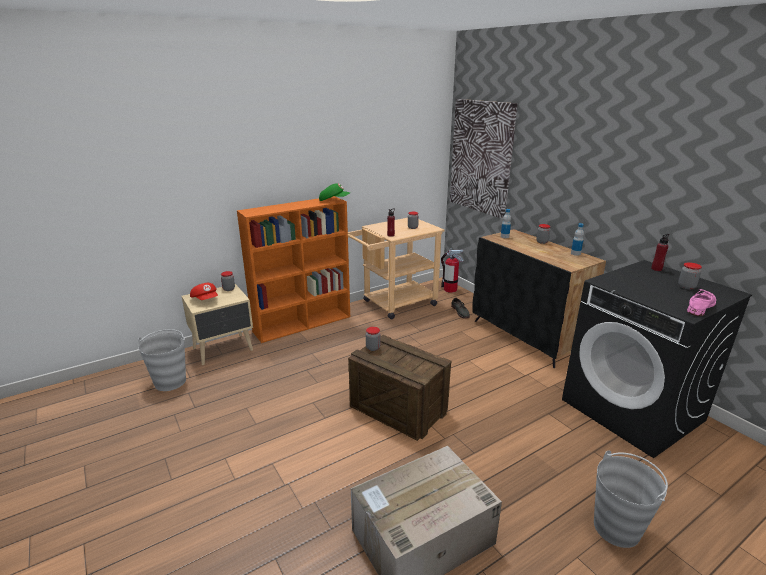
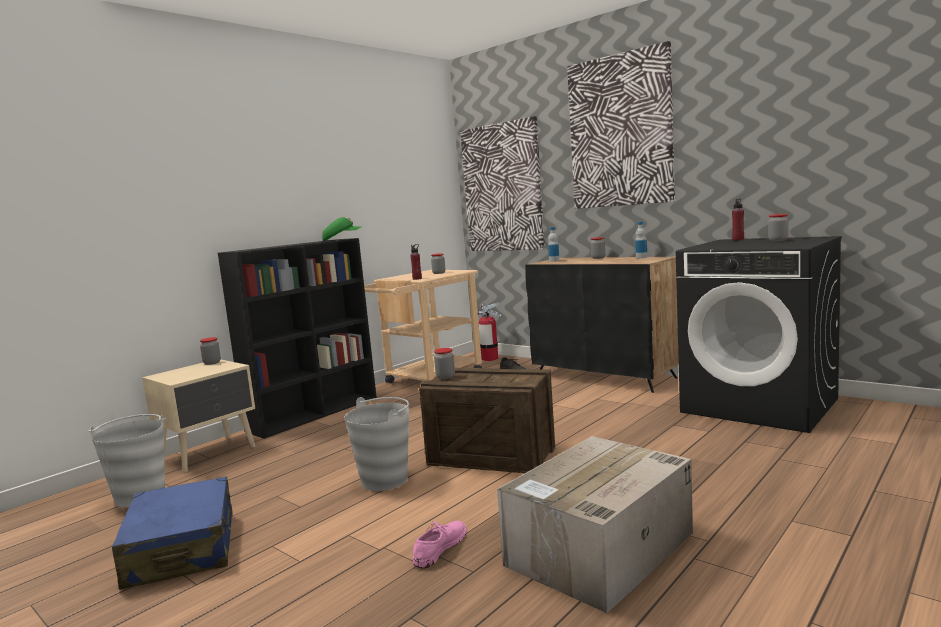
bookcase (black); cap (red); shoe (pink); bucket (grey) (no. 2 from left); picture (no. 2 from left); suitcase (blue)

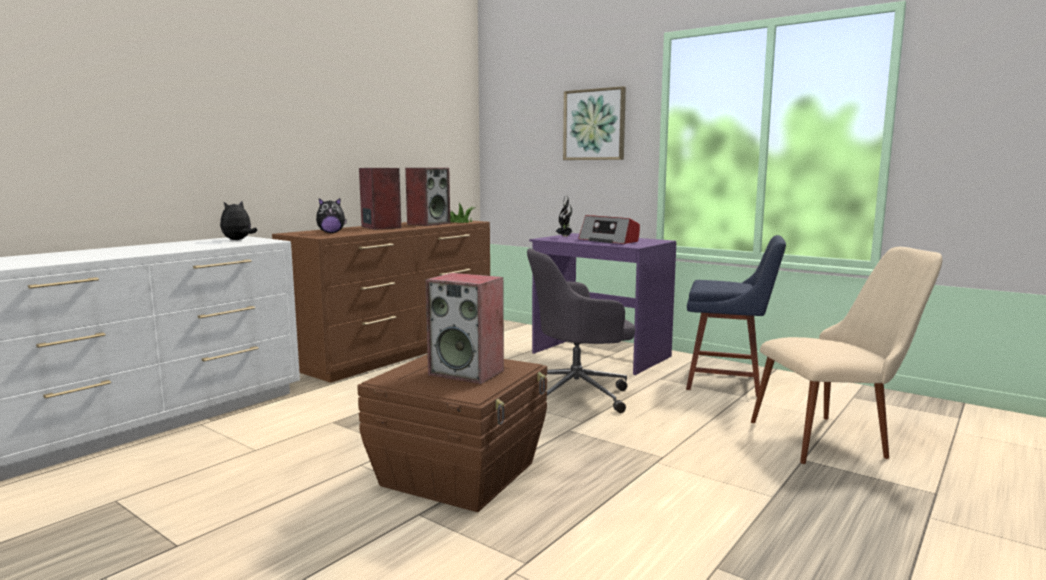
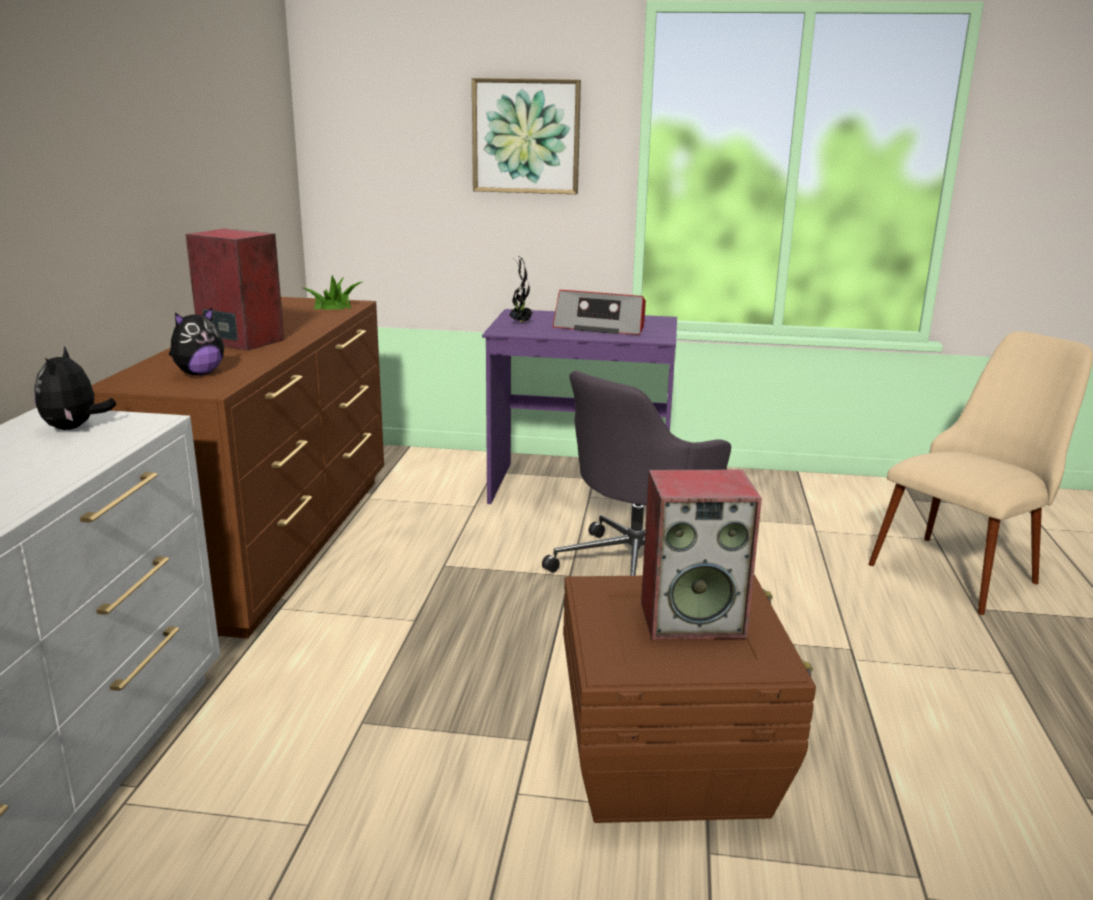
speaker (no. 2 from left in the first image); chair (blue)

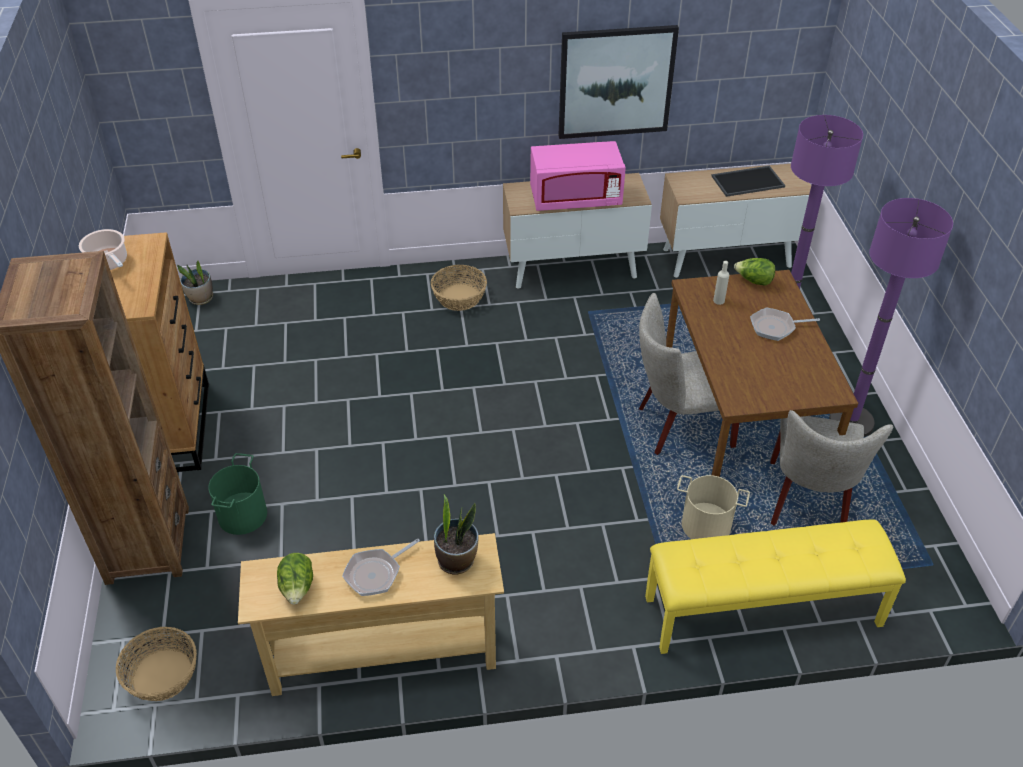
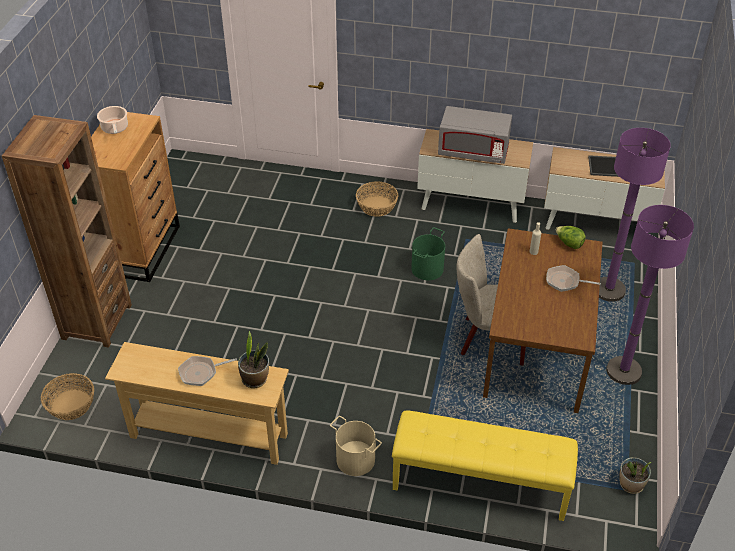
picture; microwave (grey); potted plant (no. 2 from left); chair (beige) (no. 2 from left in the first image); bucket (green); bucket (beige); lettuce (no. 1 from left in the first image)

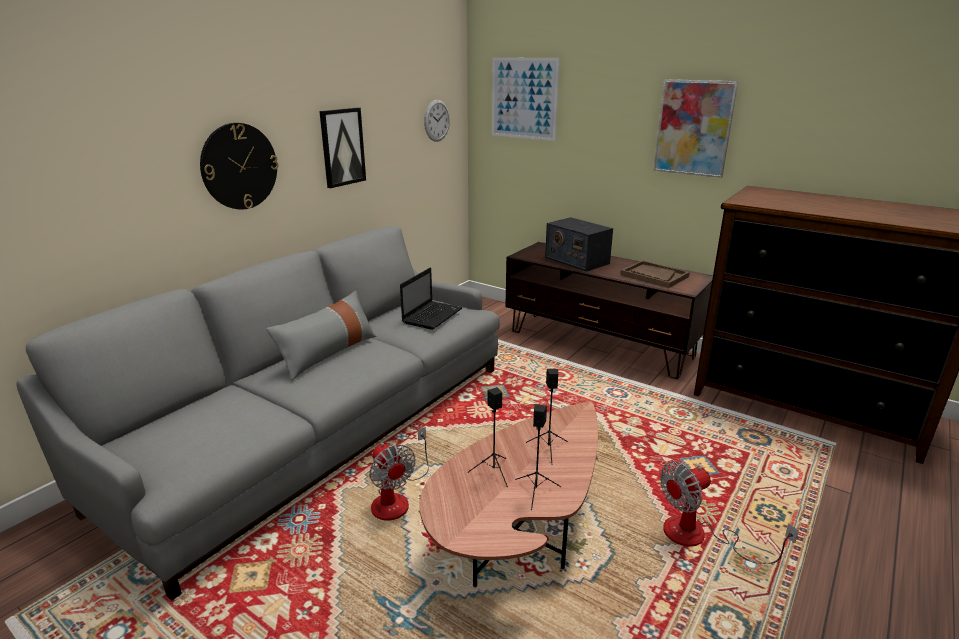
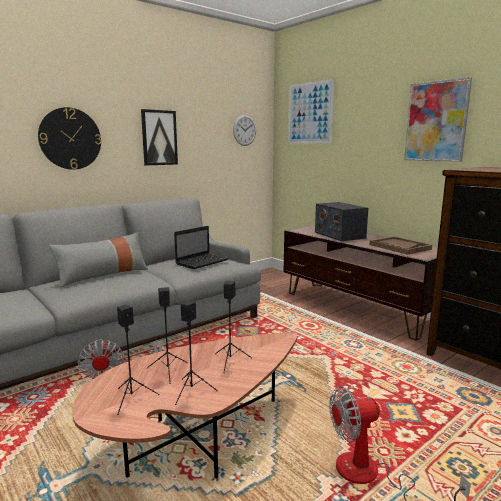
speaker (black) (no. 1 from left)

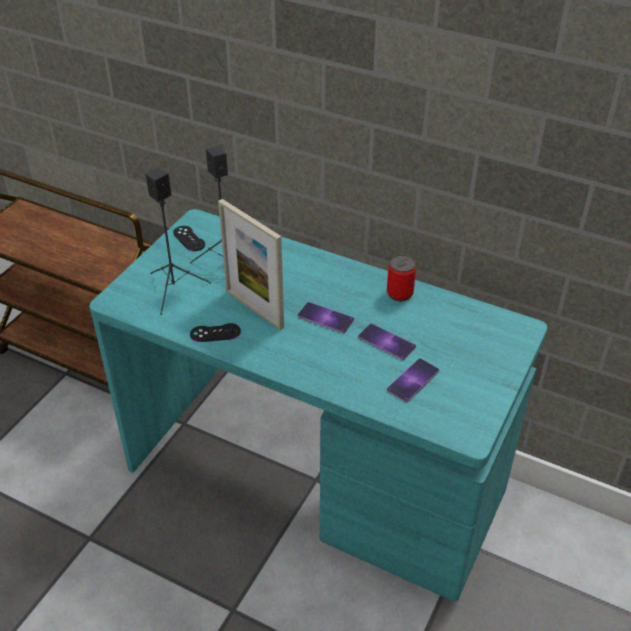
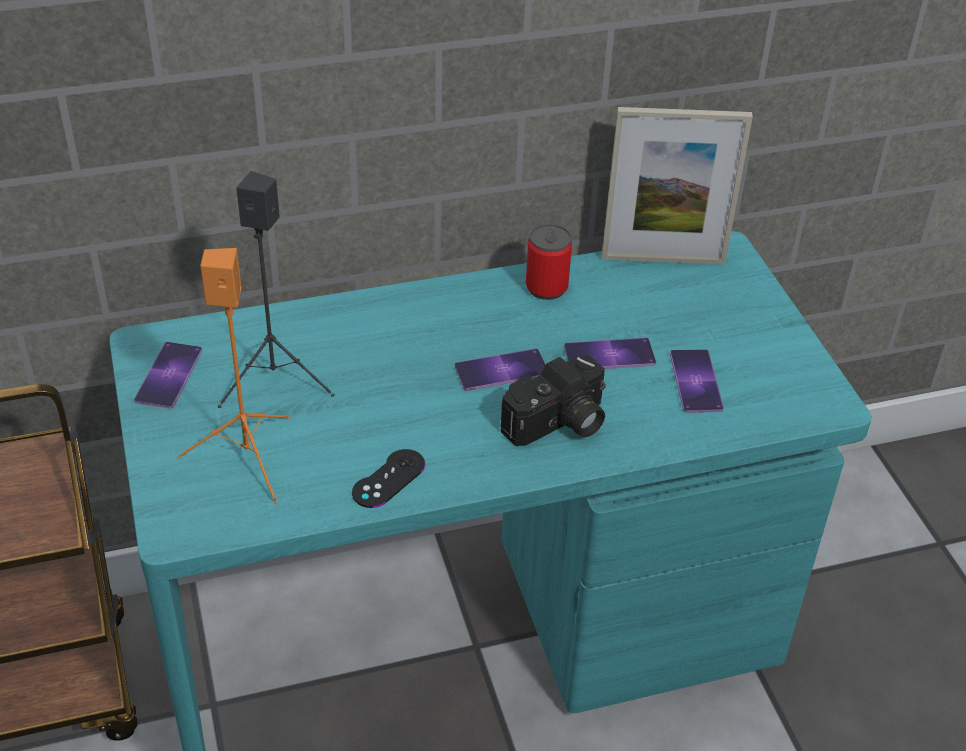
speaker (orange); picture frame; phone (no. 1 from left); photo camera

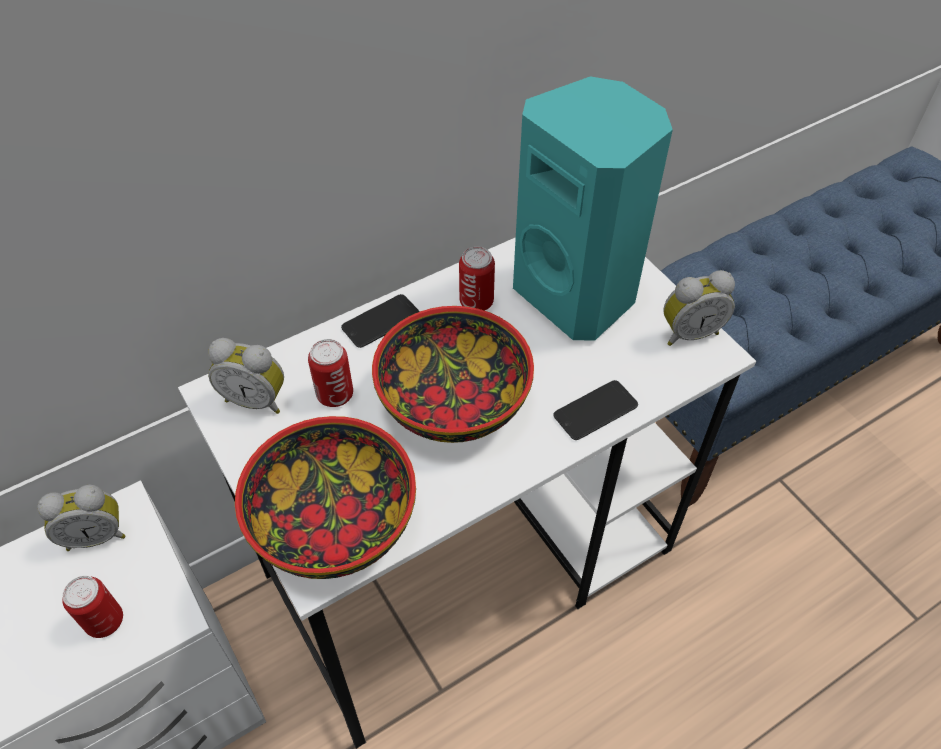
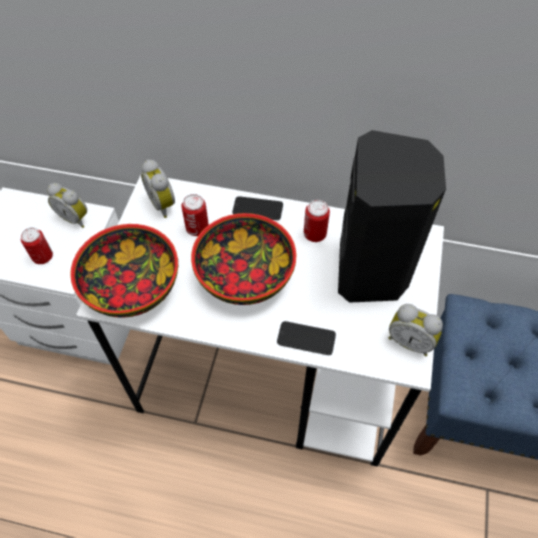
speaker (black)

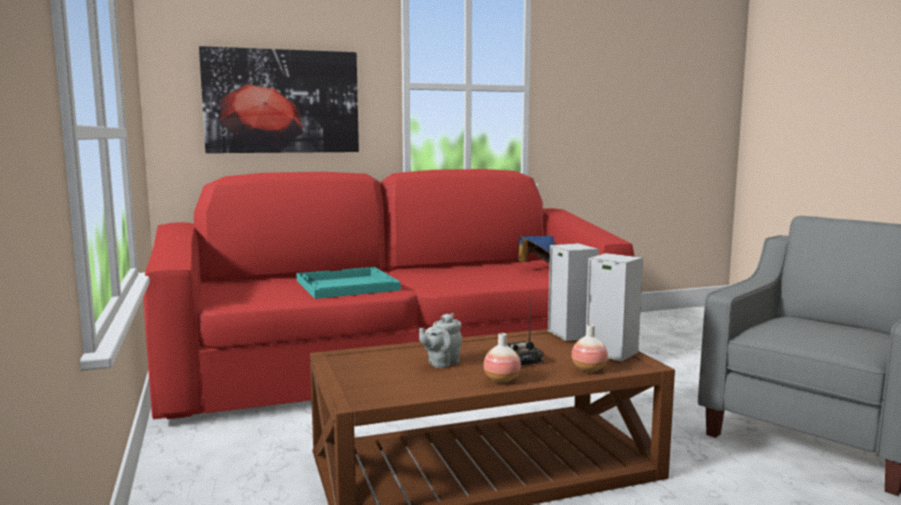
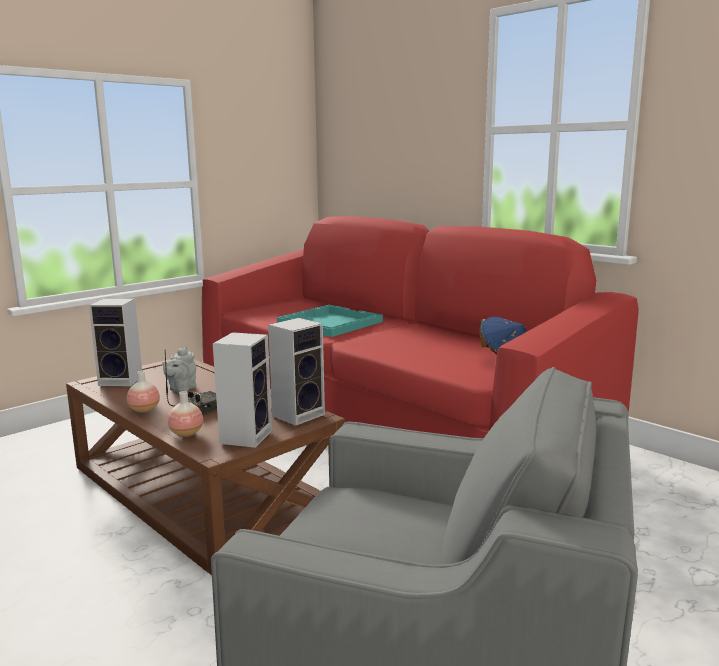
picture; teapot (grey); speaker (no. 1 from left)

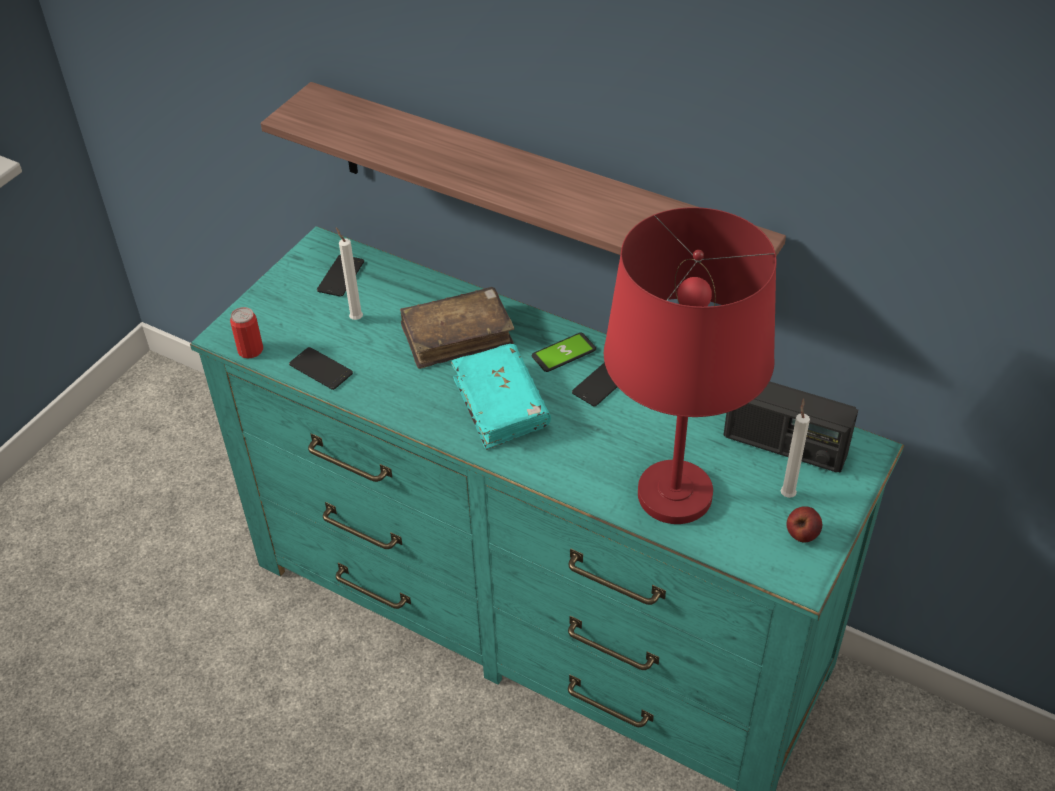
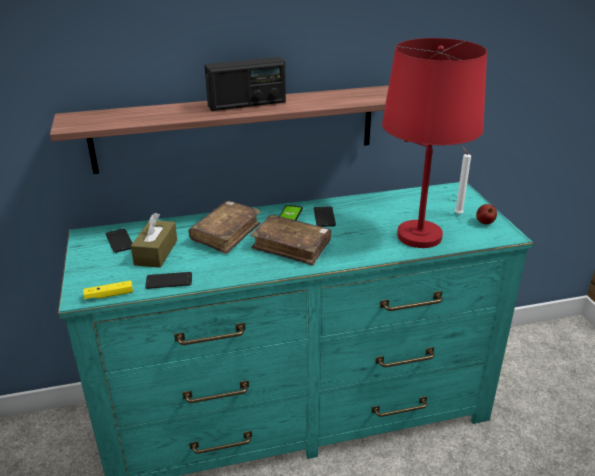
tissue box (brown); game controller (yellow); book (brown) (no. 2 from left); radio

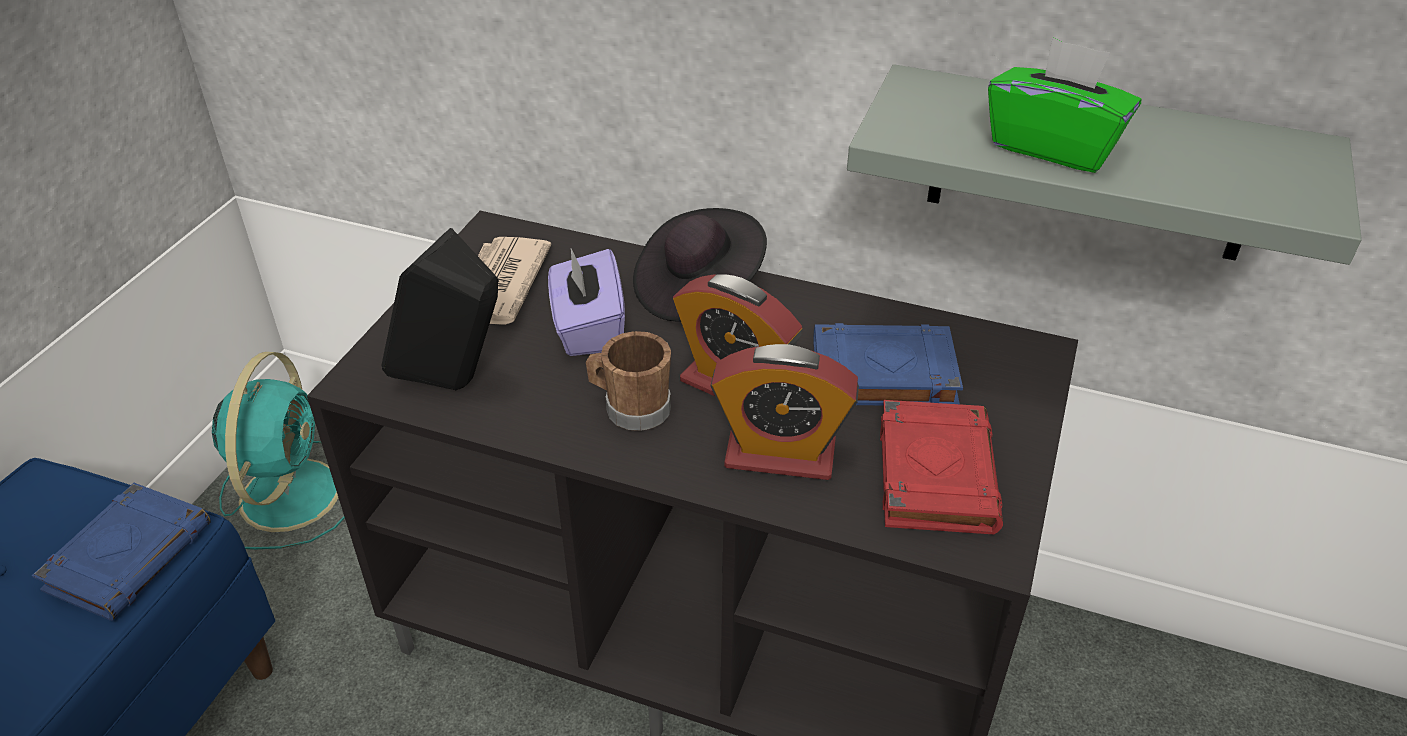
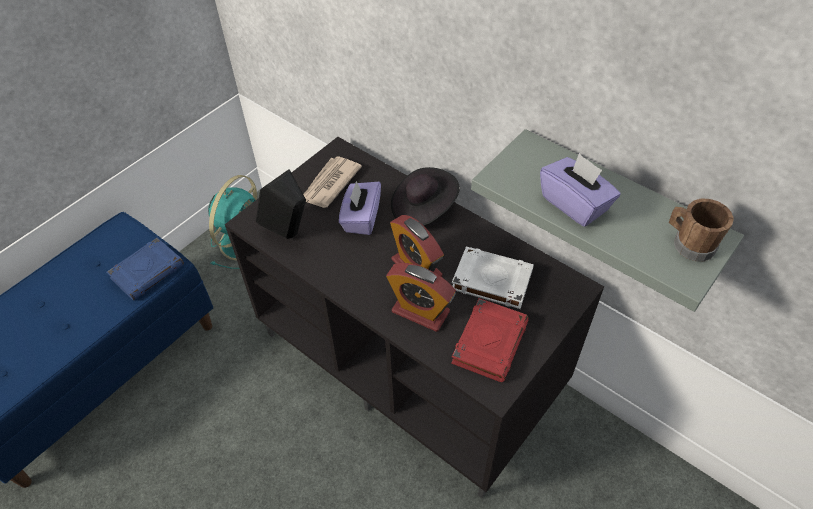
tissue box (purple) (no. 2 from left); book (white); mug (brown)

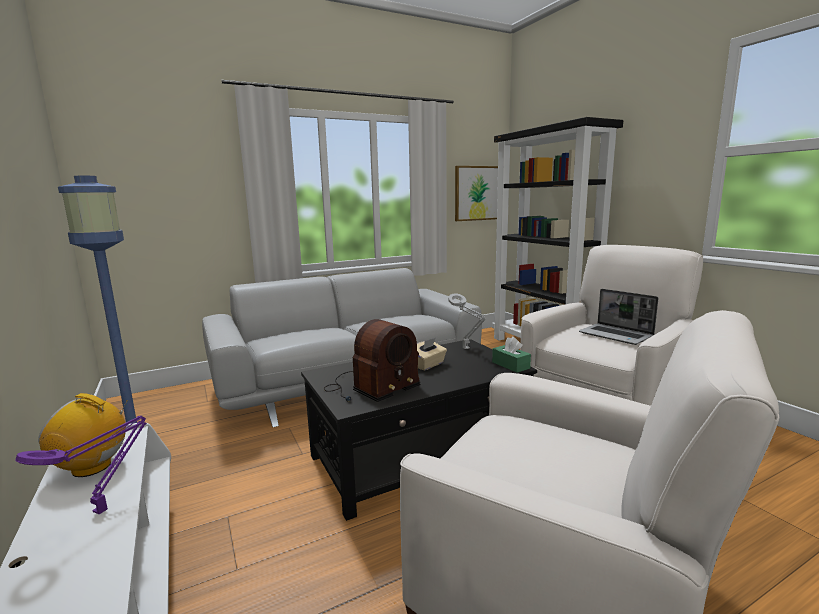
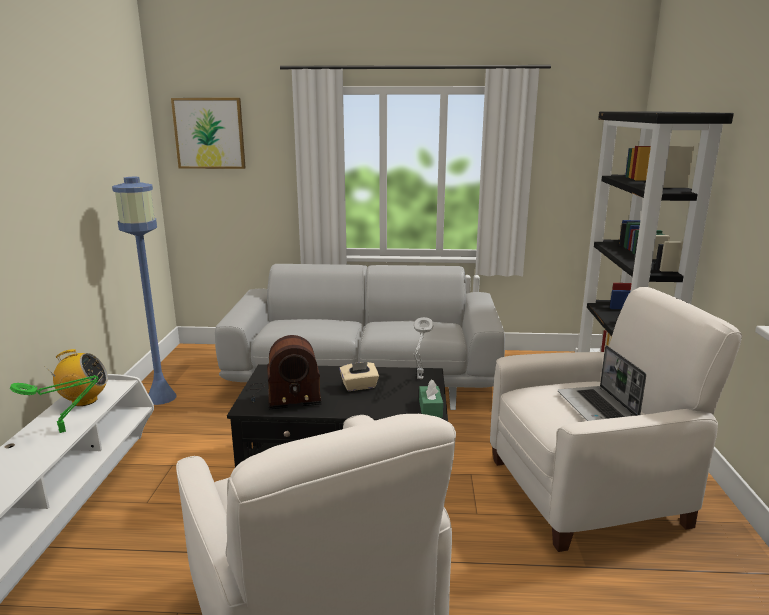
picture; radio (no. 1 from left); table lamp (green)

